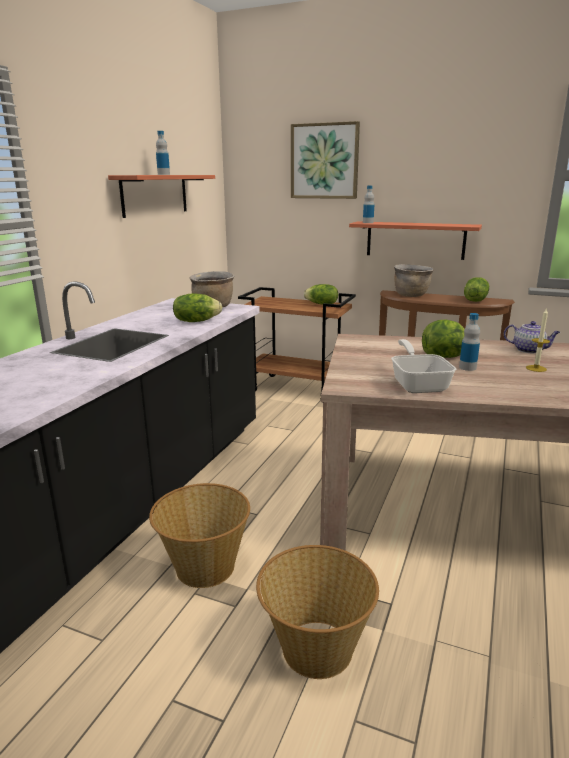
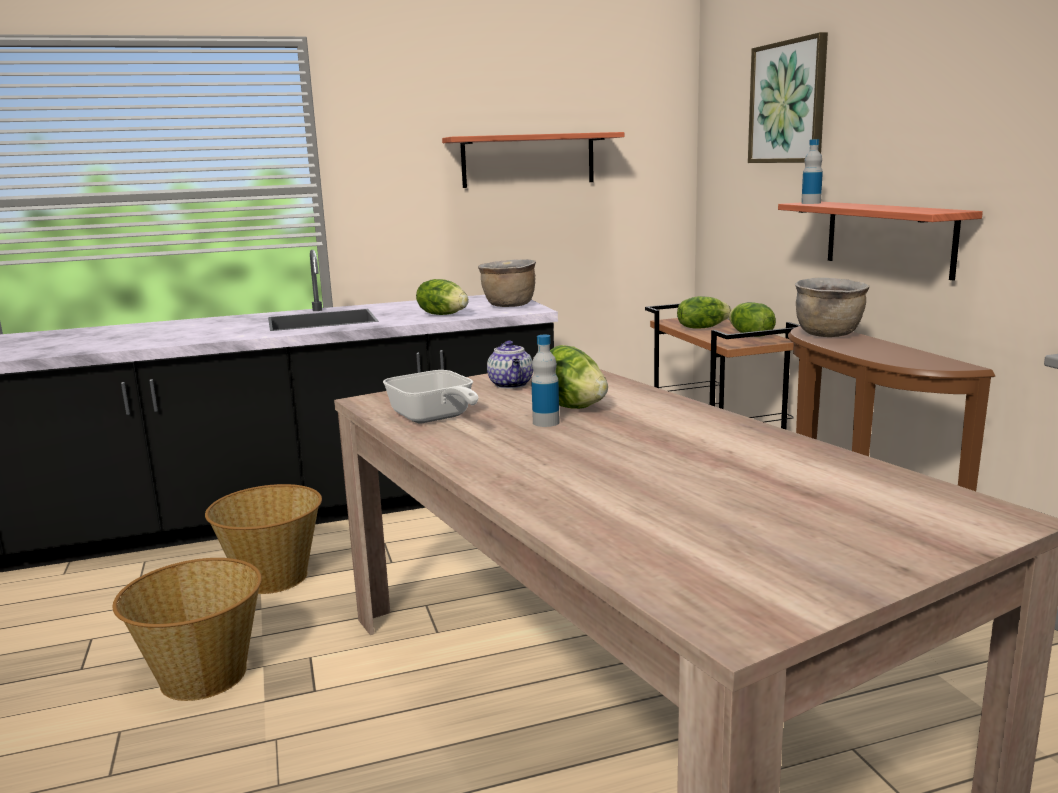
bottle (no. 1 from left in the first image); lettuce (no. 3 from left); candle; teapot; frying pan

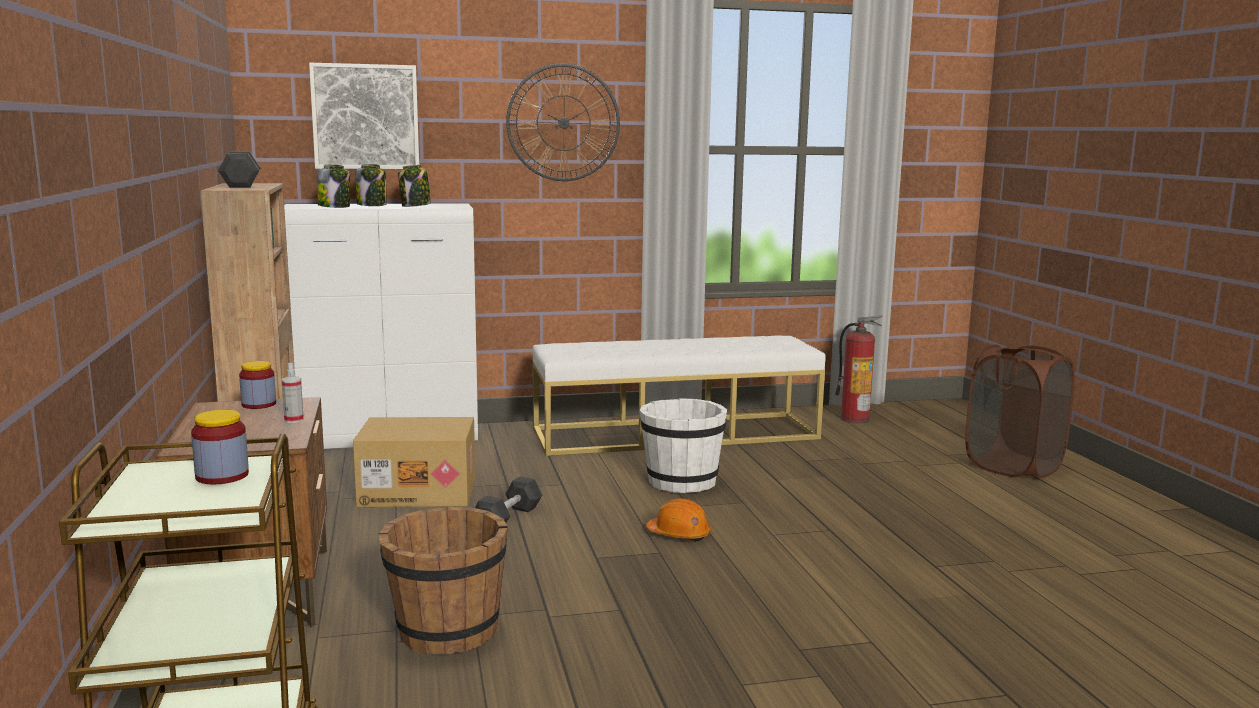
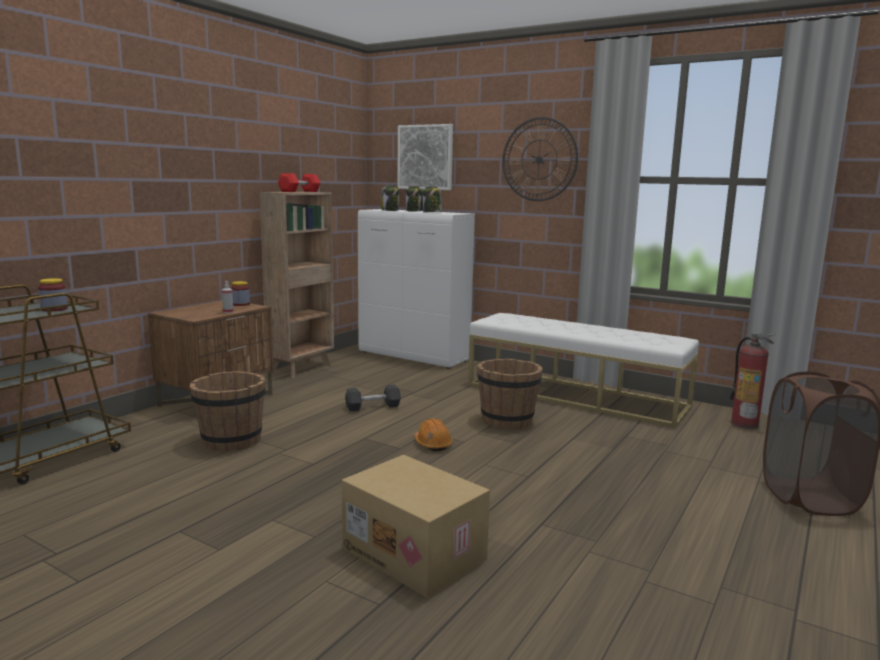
dumbbell (red); bucket (brown) (no. 2 from left); cardboard box

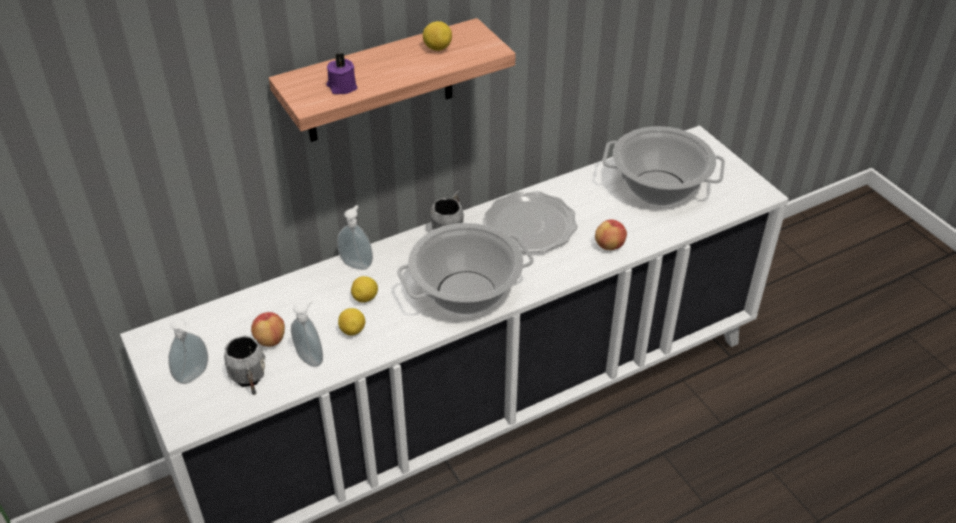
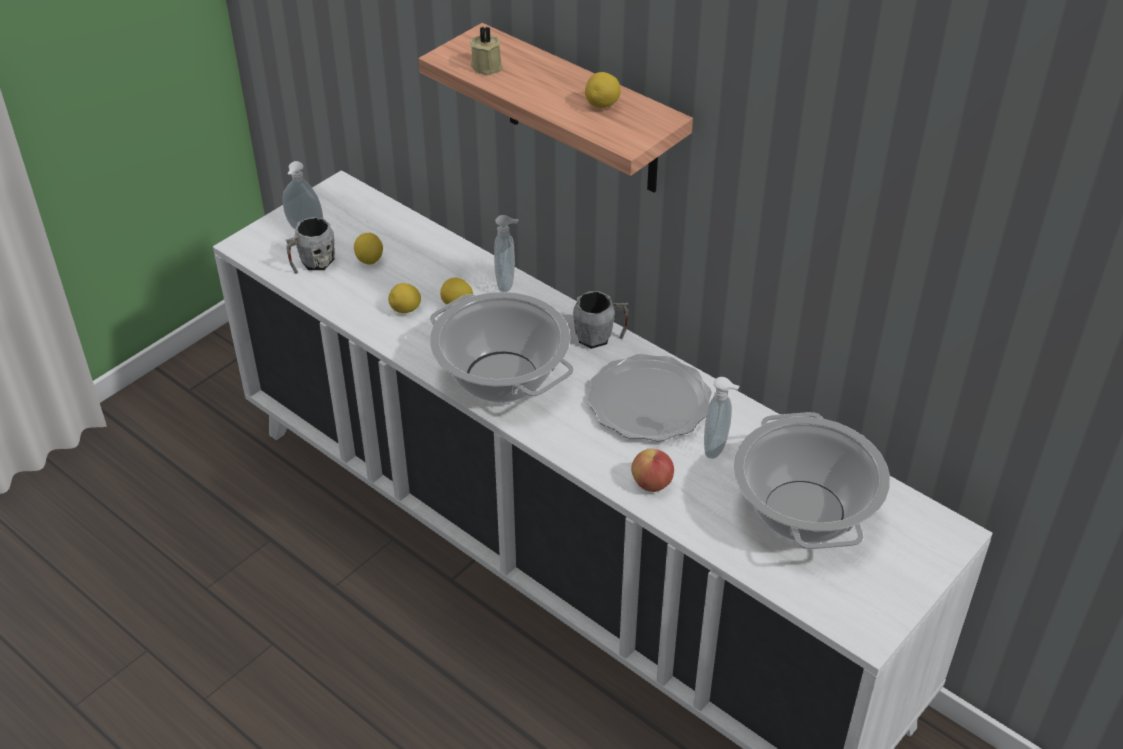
candle (beige); soap dispenser (no. 3 from left); lemon (no. 1 from left)

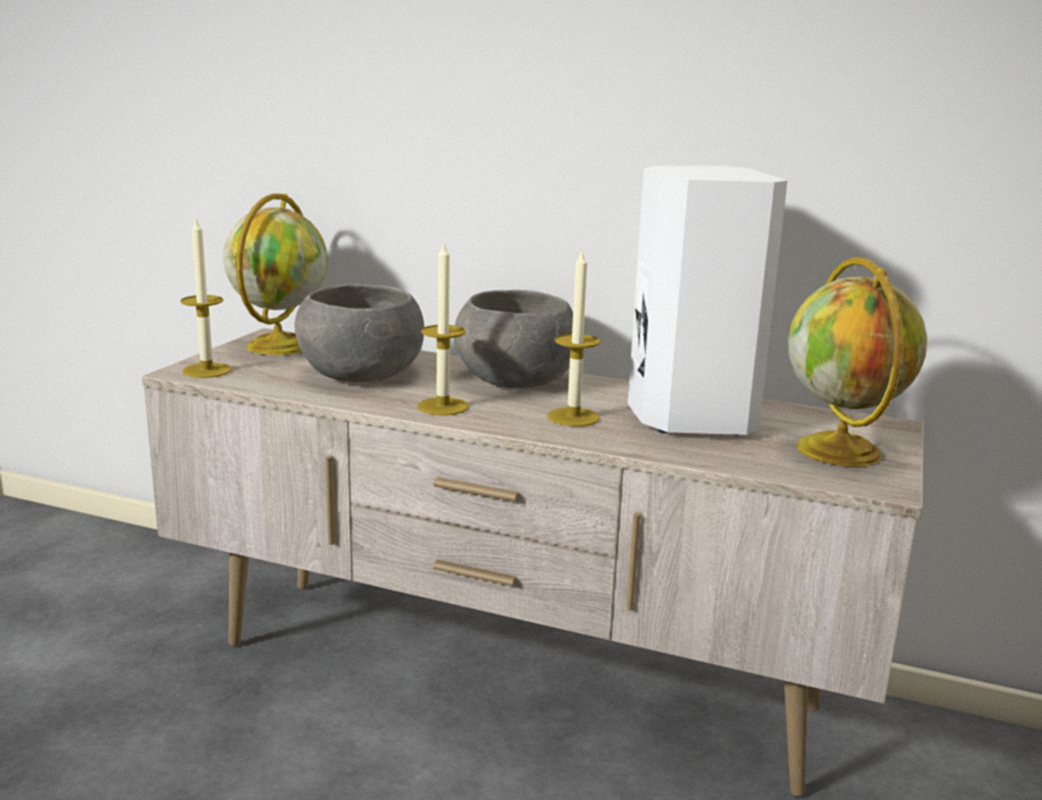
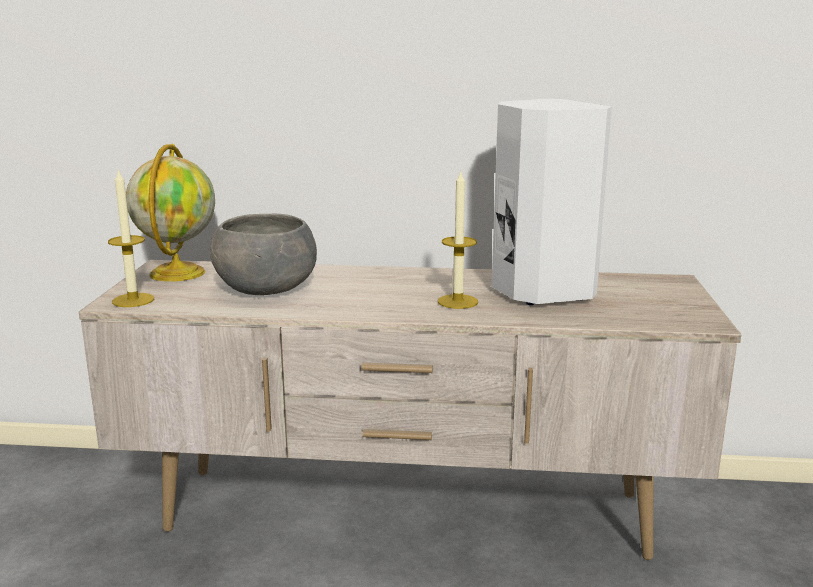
candle (no. 2 from left in the first image); globe (no. 2 from left in the first image); bowl (grey) (no. 2 from left in the first image)

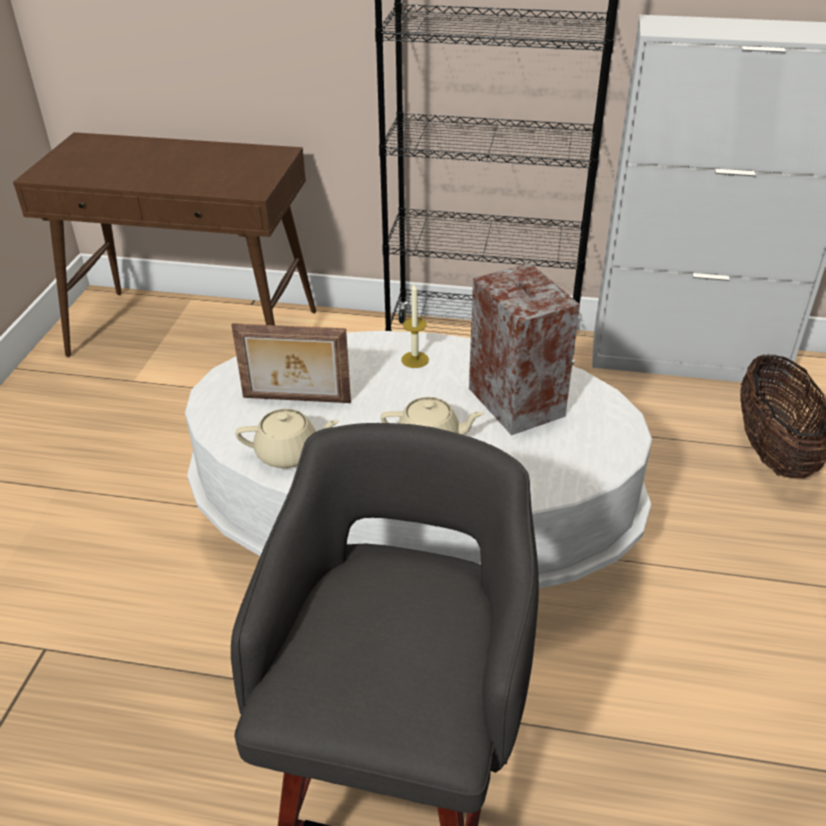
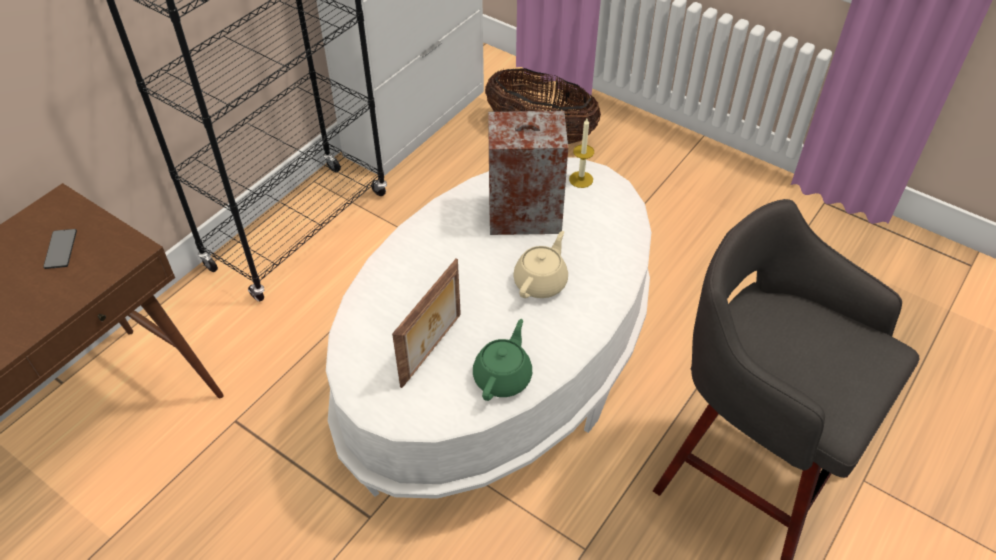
candle; teapot (green); phone

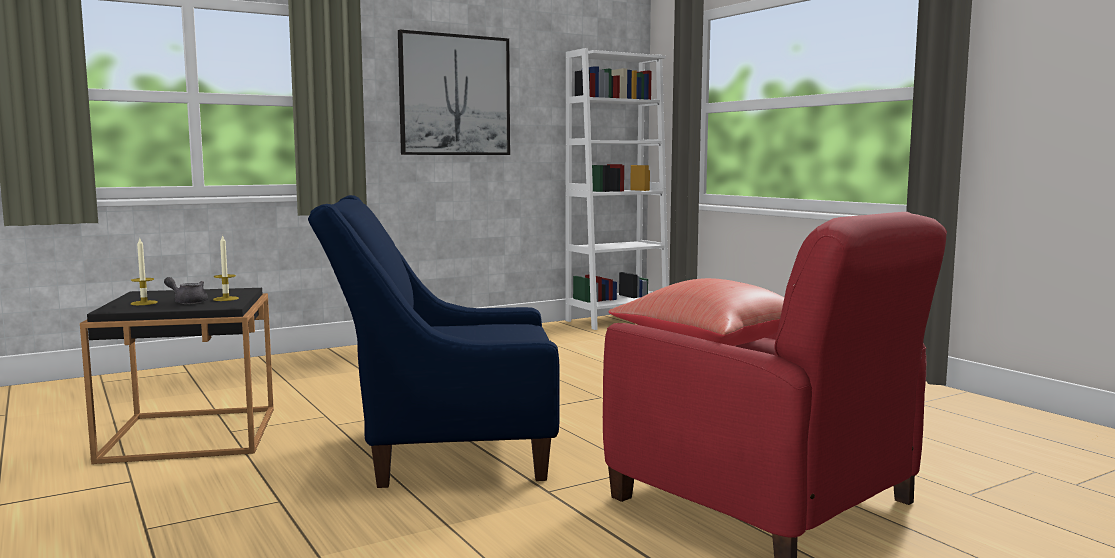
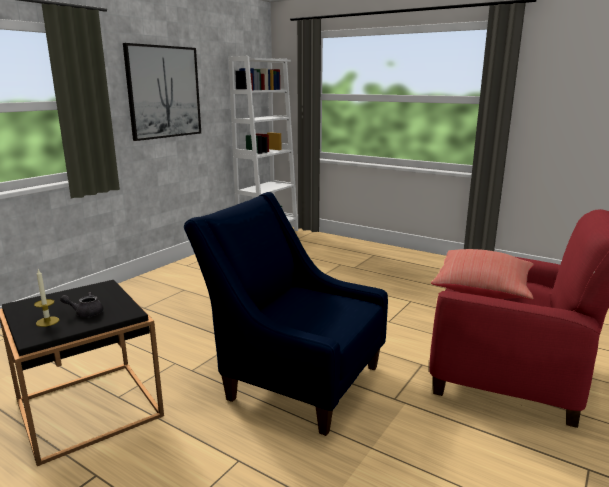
armchair (blue); candle (no. 2 from left in the first image)

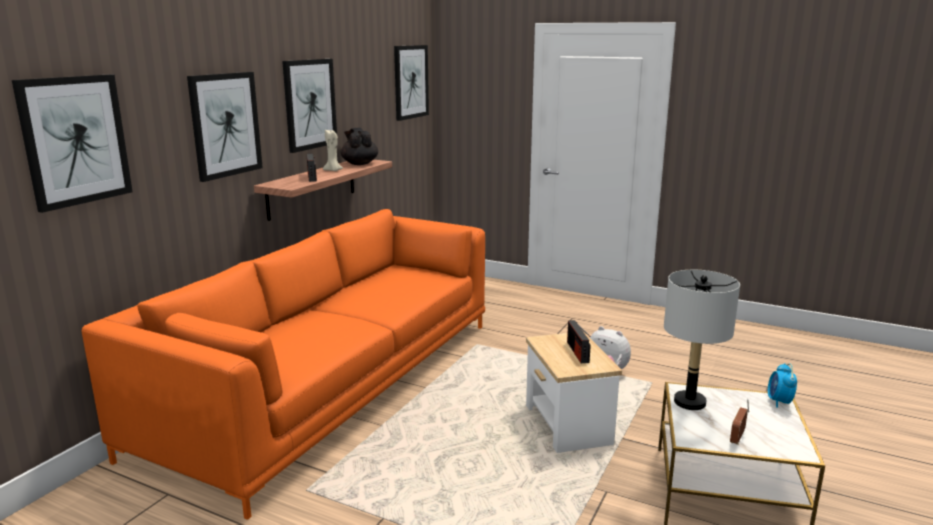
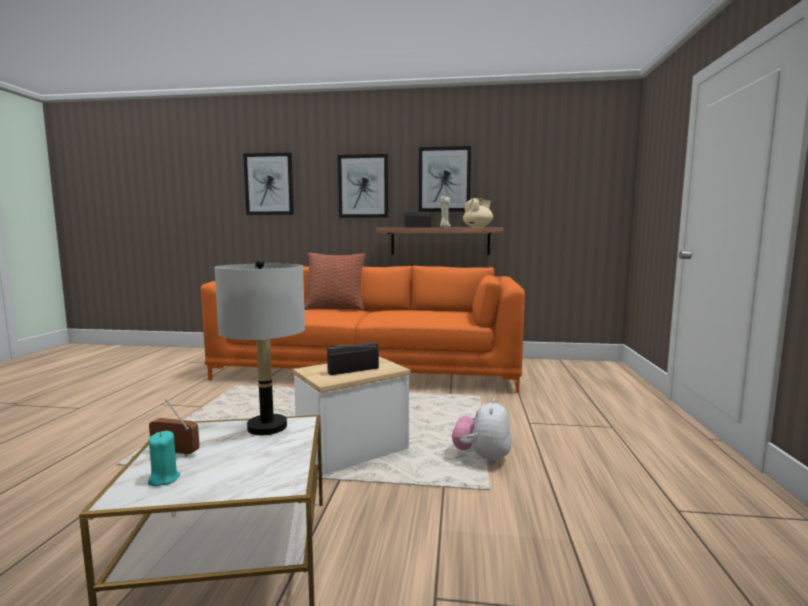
picture (no. 4 from left in the first image); teapot (beige); alarm clock; pillow; candle (turquoise)

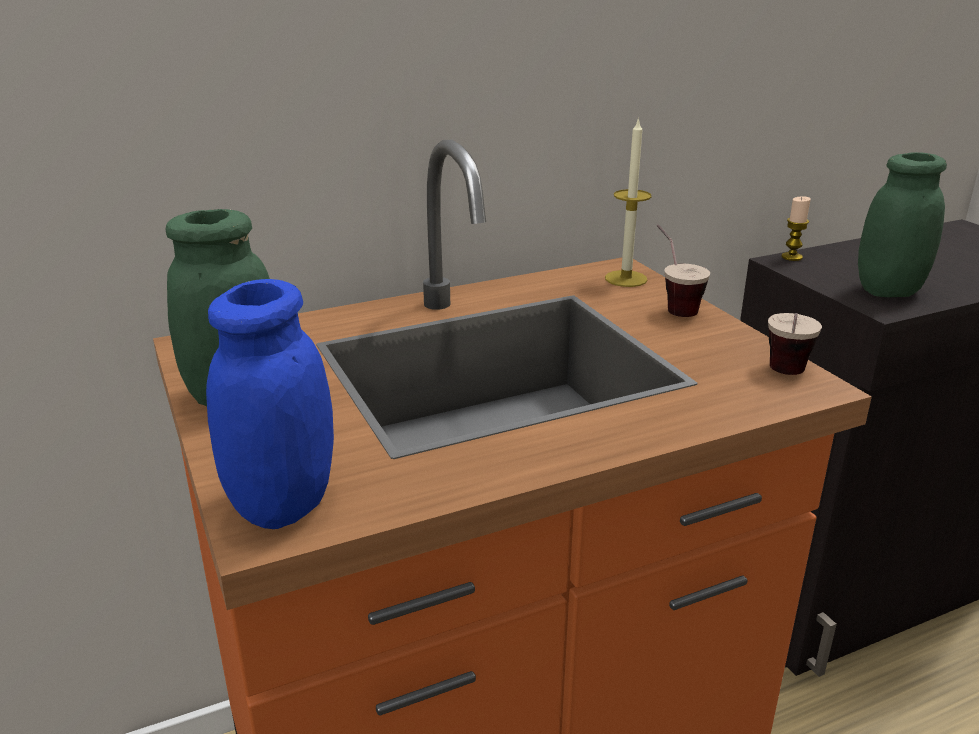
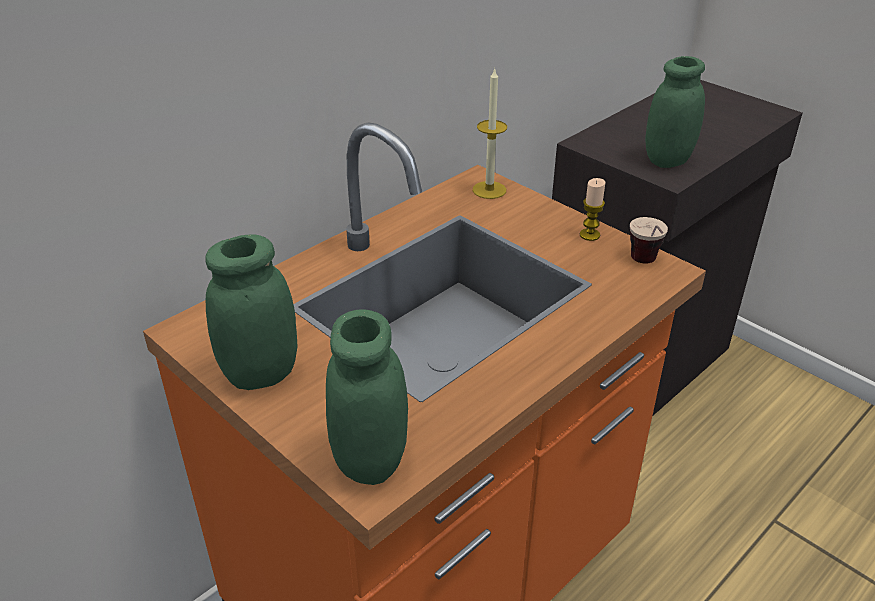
candle (no. 2 from left); cup (no. 1 from left in the first image); jar (green) (no. 2 from left)

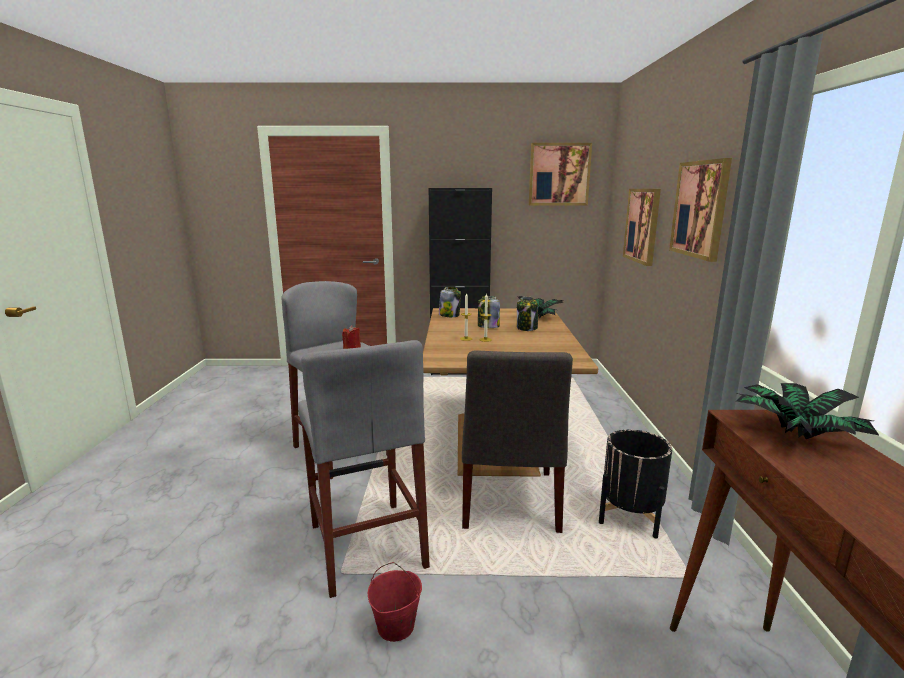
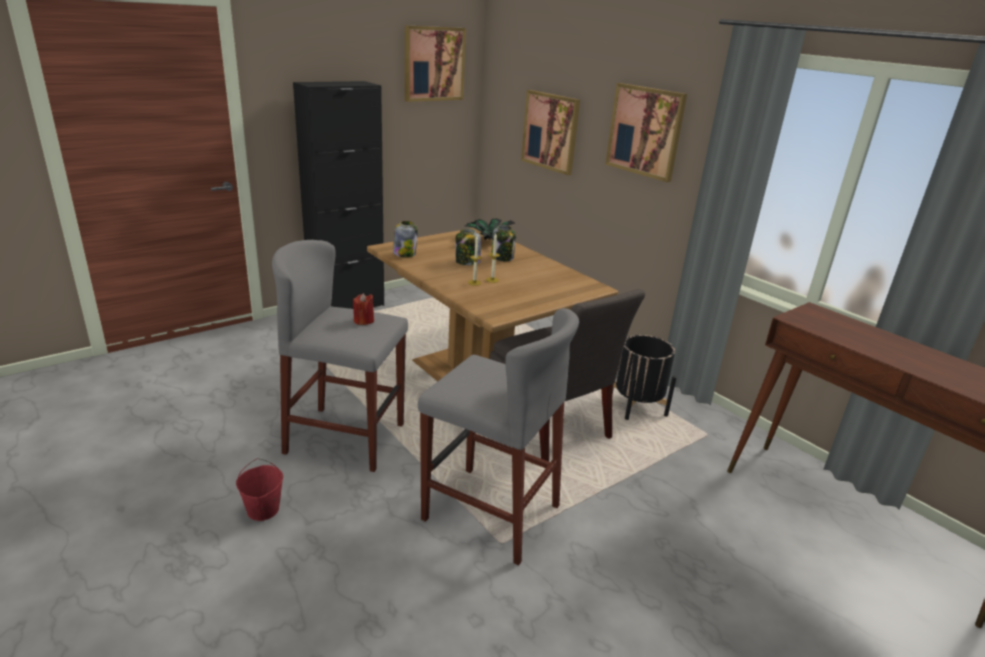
potted plant (no. 2 from left in the first image); bucket (red)

